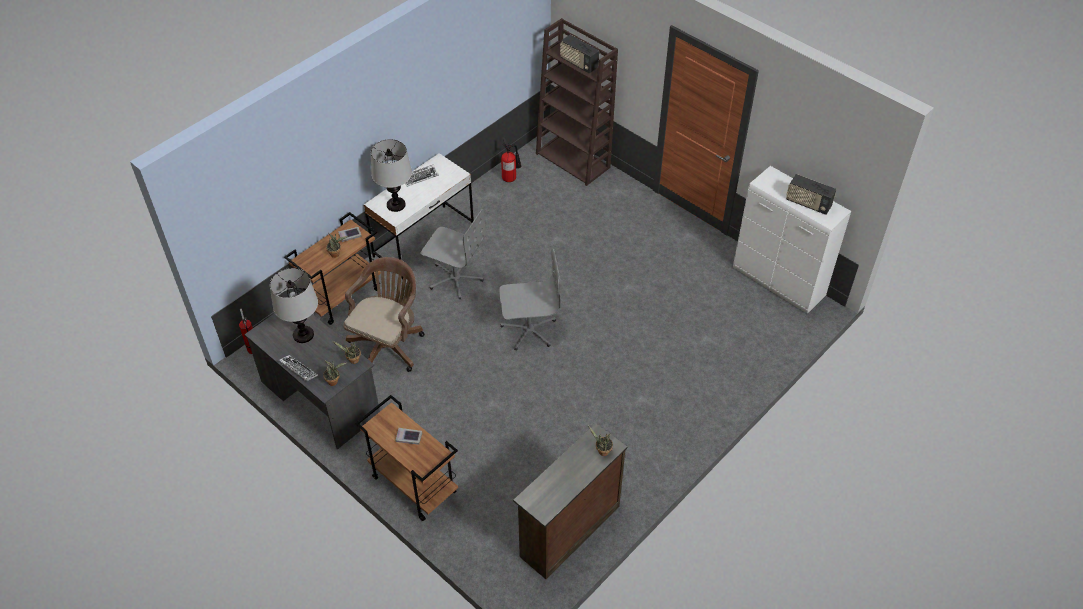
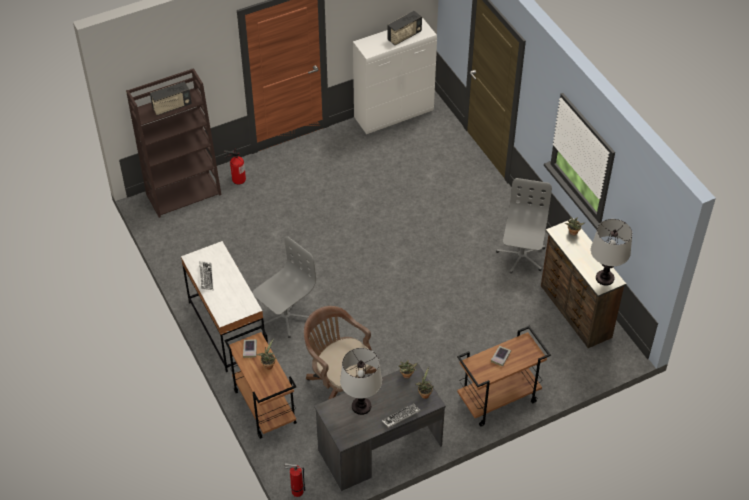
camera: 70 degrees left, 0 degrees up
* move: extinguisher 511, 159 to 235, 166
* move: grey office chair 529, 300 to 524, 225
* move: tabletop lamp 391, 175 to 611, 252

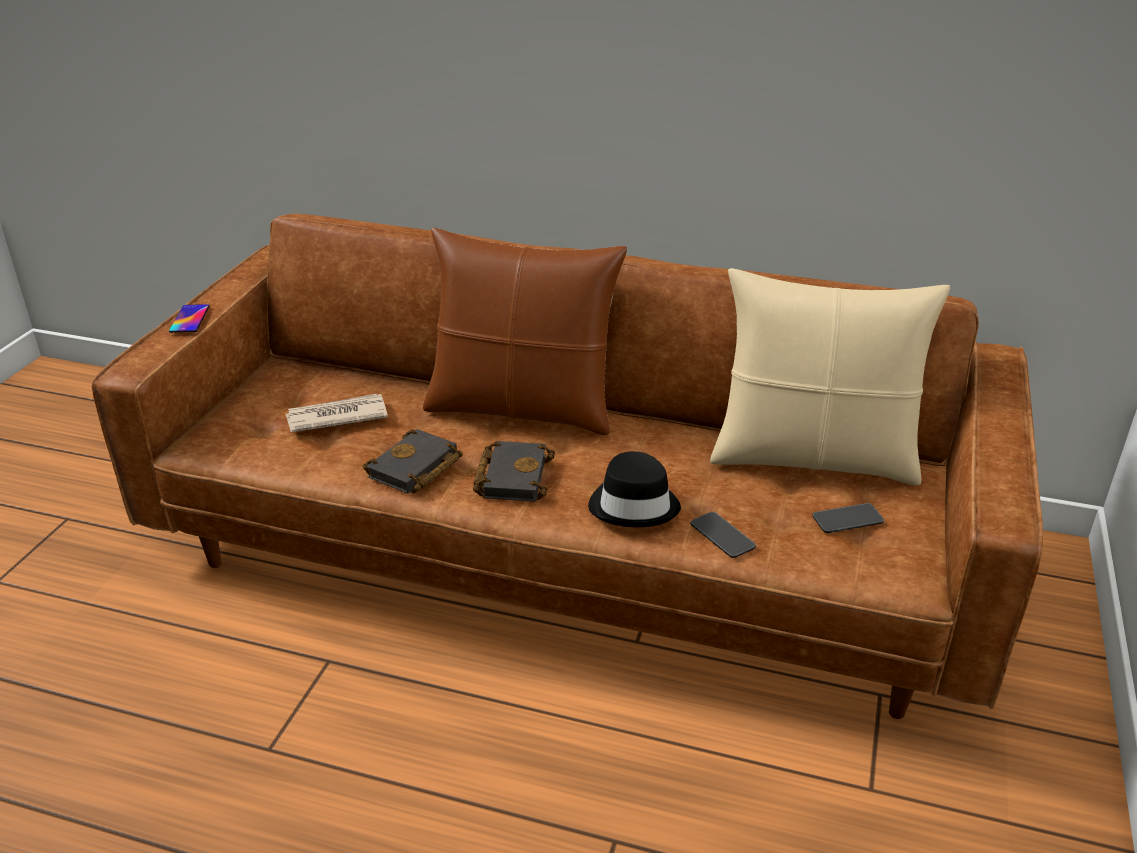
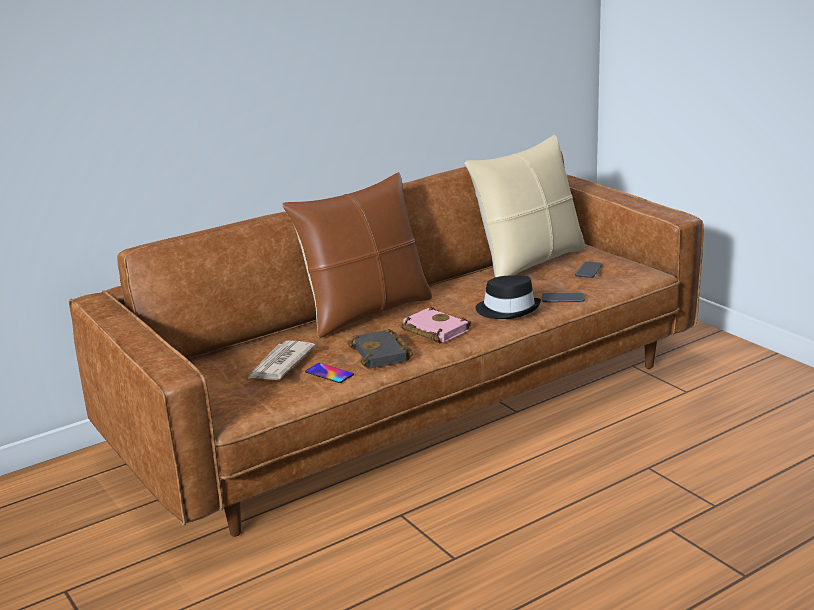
camera: 50 degrees left, 10 degrees down
* move: phone 189, 318 to 329, 373
* recolor: black-coloured volume 514, 471 to pink volume 435, 325

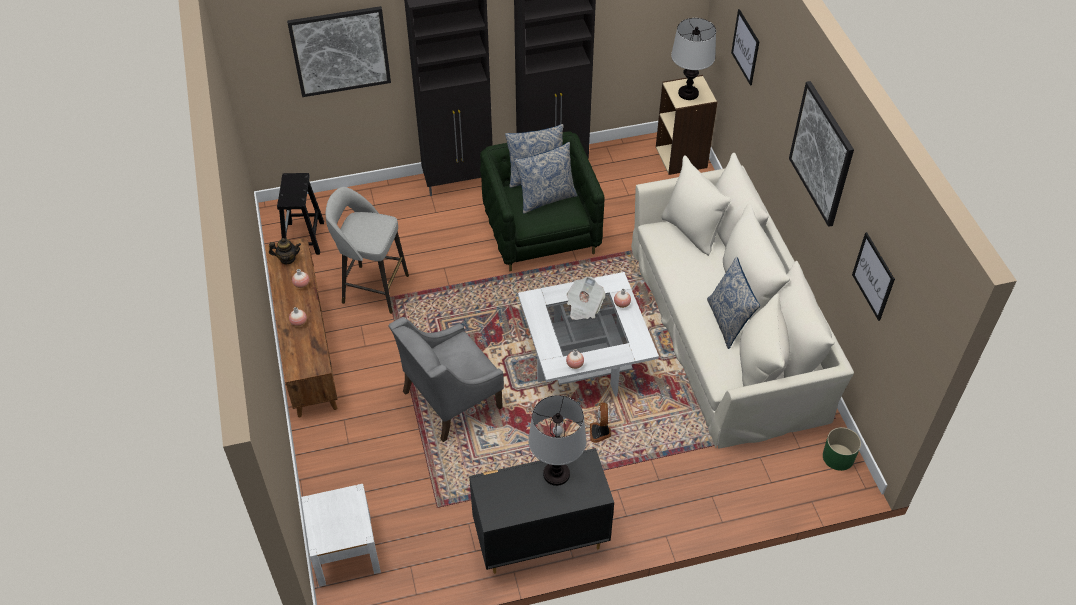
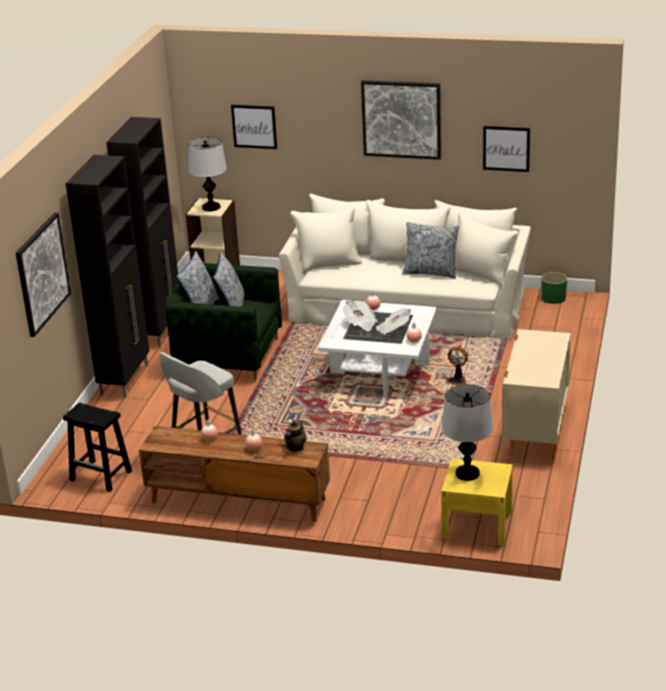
camera: 60 degrees left, 20 degrees down
* move: pot for tea 285, 251 to 295, 436
* insert: newspaper 394, 321
* recolor: white-coloured nightstand 341, 535 to yellow nightstand 477, 502
* move: tabletop lamp 557, 440 to 467, 432
* recolor: black-coloured dresser 541, 511 to sand-coloured dresser 536, 393
* delete: grey easy chair 446, 379

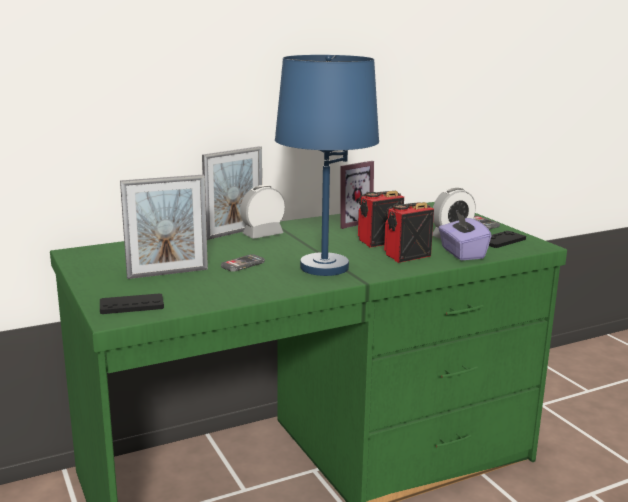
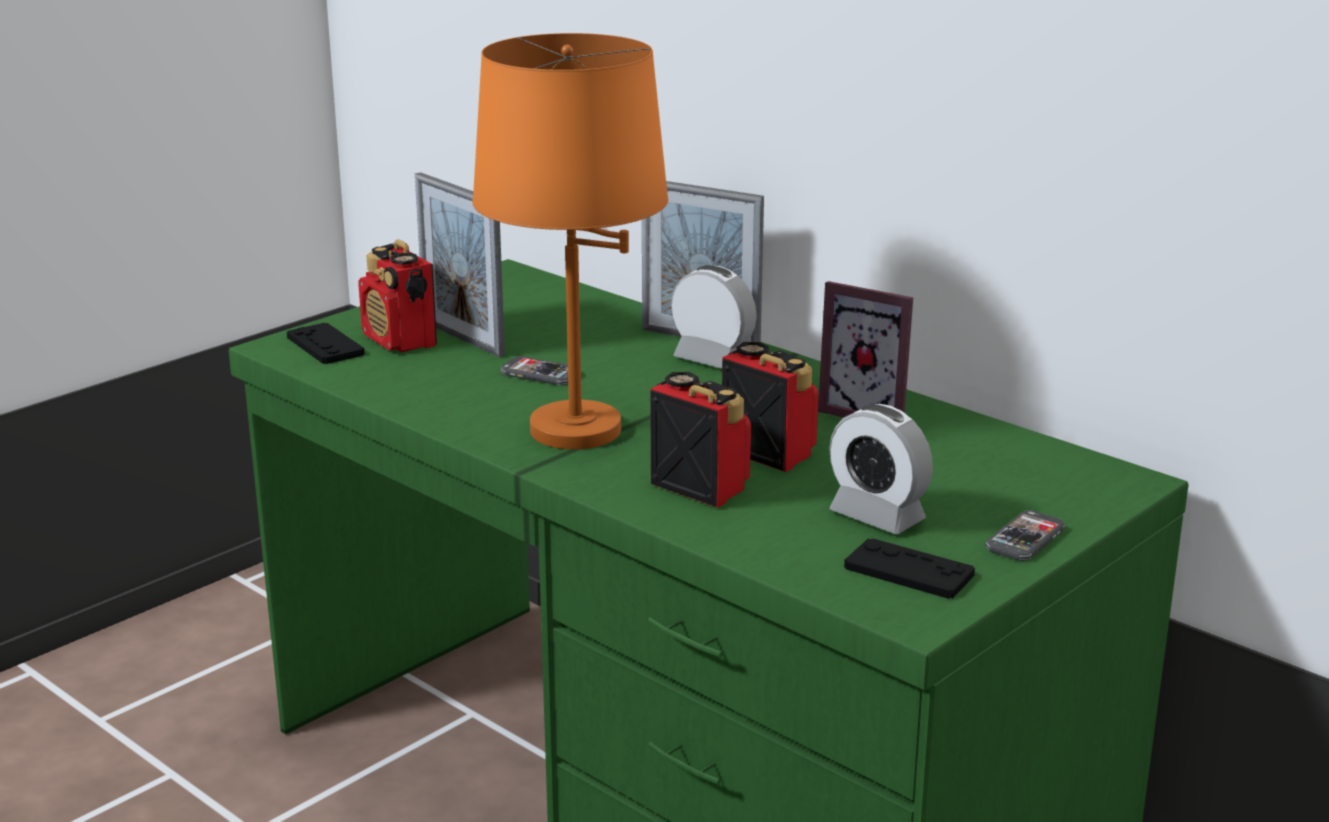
camera: 70 degrees right, 5 degrees up
* insert: radio set 397, 295
* recolor: blue-coloured tabletop lamp 327, 165 to orangey tabletop lamp 570, 241
* delete: purple-coloured tissue box 465, 235

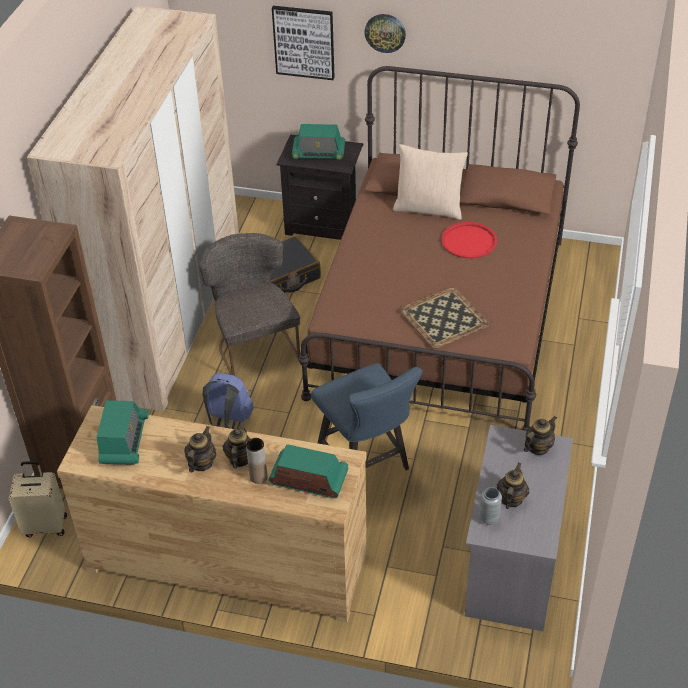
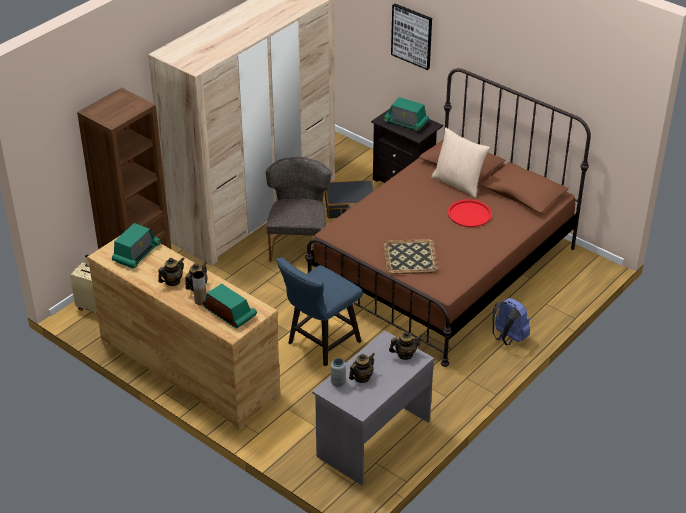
camera: 25 degrees right, 5 degrees down
* rotate: blue-coloured plain chair 367, 416 = 319, 311 45 degrees clockwise
* move: blue-coloured knapsack 228, 401 to 511, 321
* delete: hanging clock 385, 33

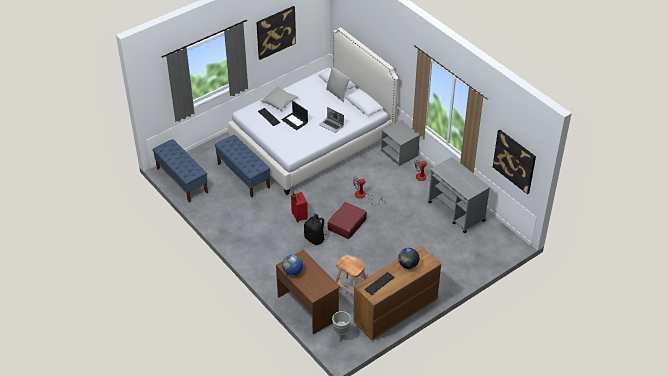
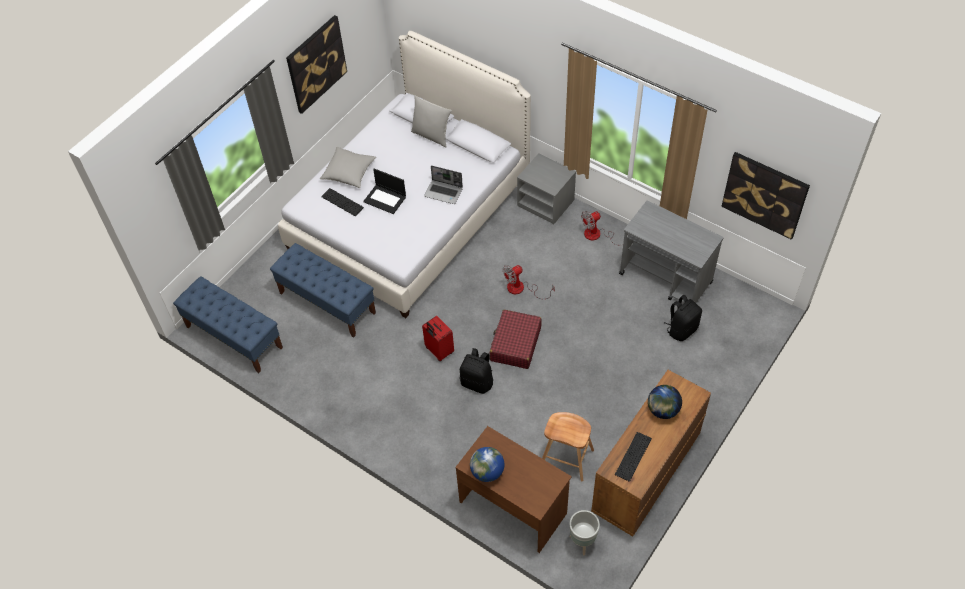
camera: 15 degrees left, 10 degrees up
* insert: black-coloured knapsack 683, 318

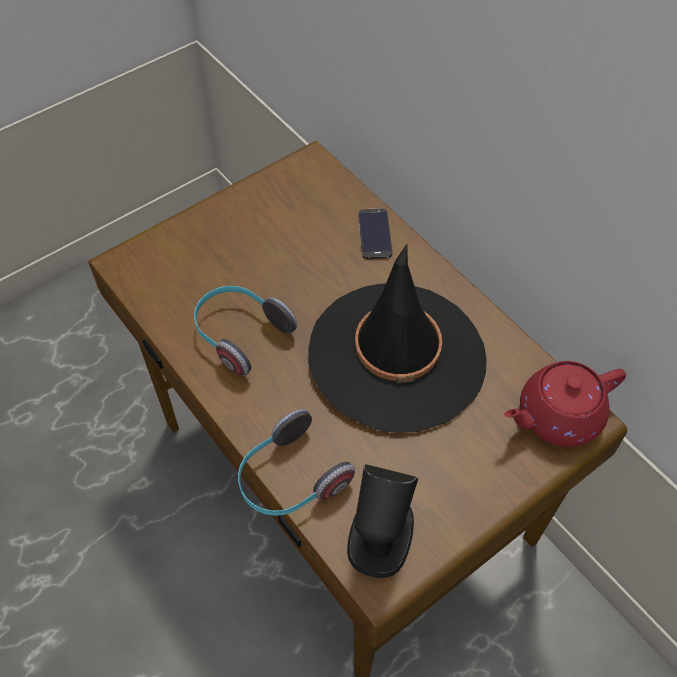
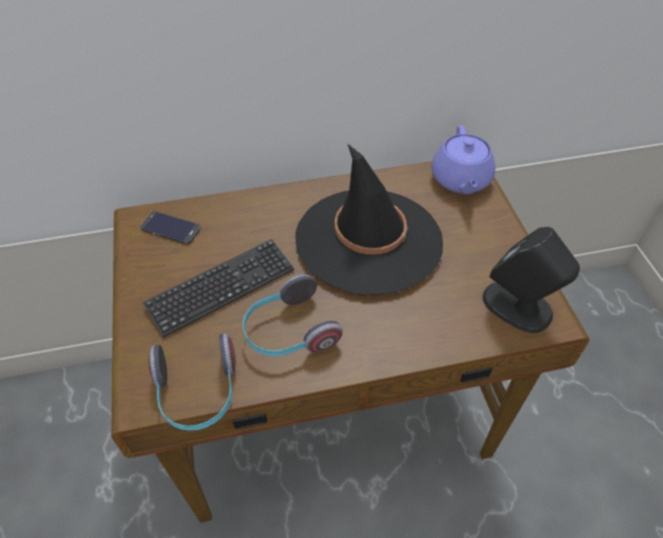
camera: 65 degrees left, 5 degrees down
* move: phone 375, 233 to 170, 227
* insert: PC keyboard 218, 288
* move: headphones 296, 462 to 192, 382
* recolor: reddish pot for tea 565, 404 to purple-coloured pot for tea 463, 159

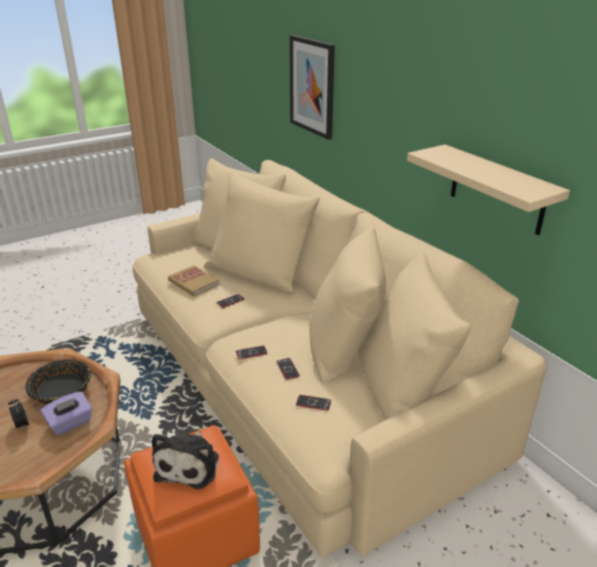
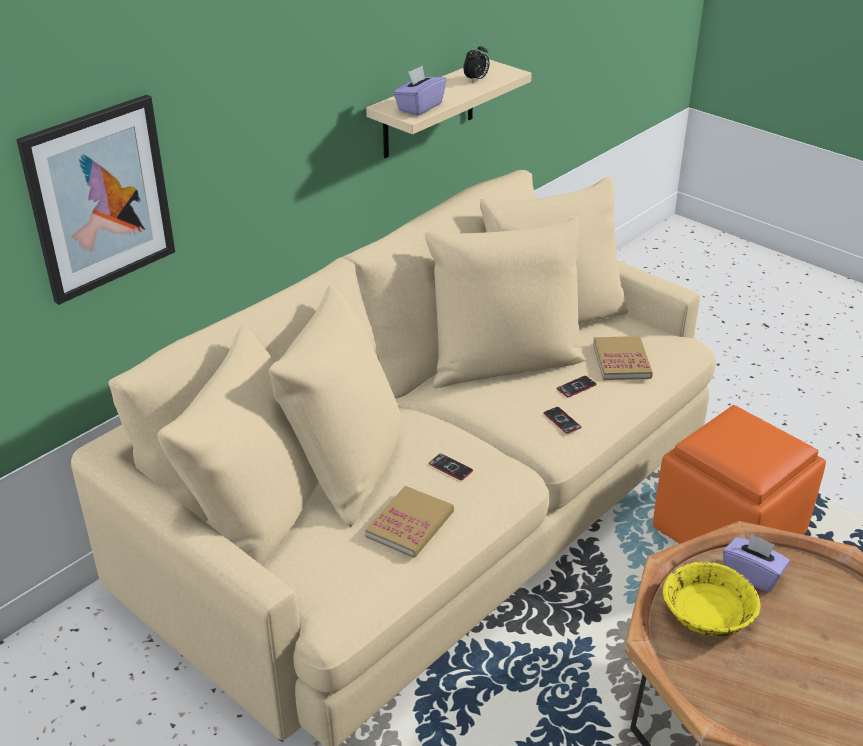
camera: 105 degrees left, 5 degrees up
* insert: purple-coloured tissue box 419, 91
* move: alarm clock 18, 414 to 476, 62
* replace: phone 313, 403 to volume 623, 358
* recolor: black-coloured serving bowl 58, 382 to yellow serving bowl 712, 598
* delete: soft toy 185, 460

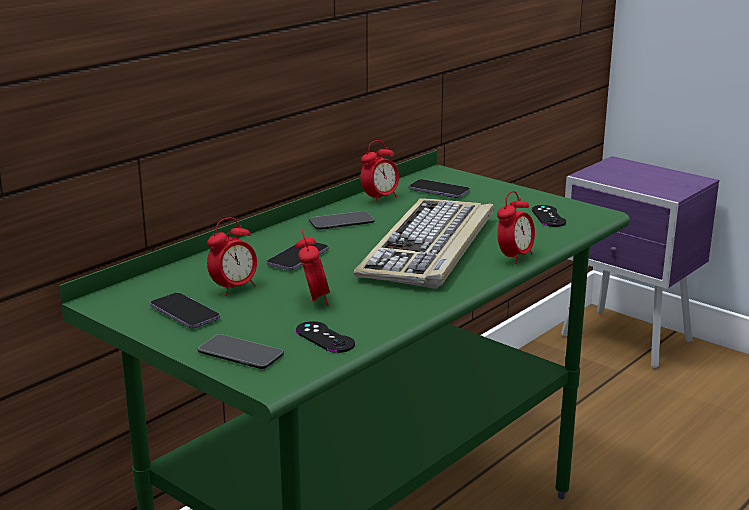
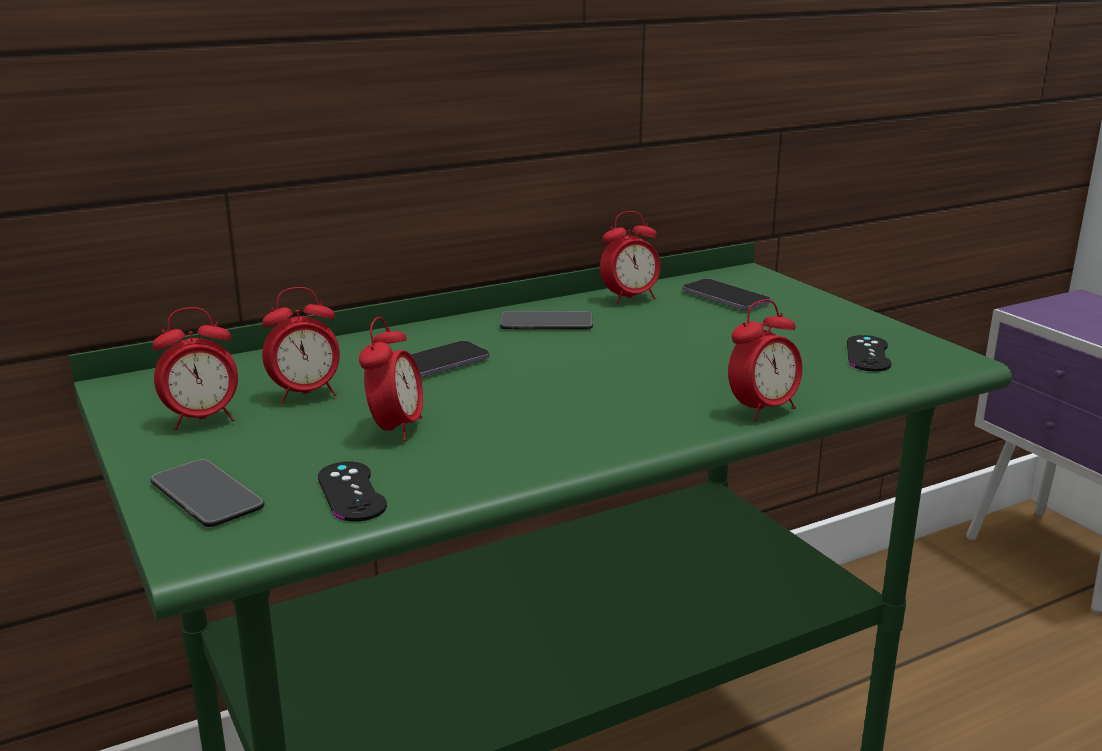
camera: 20 degrees right, 0 degrees up
* replace: phone 185, 310 to alarm clock 195, 368
* delete: PC keyboard 423, 243

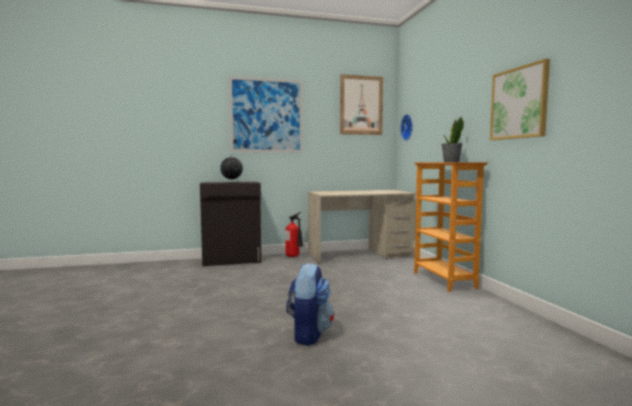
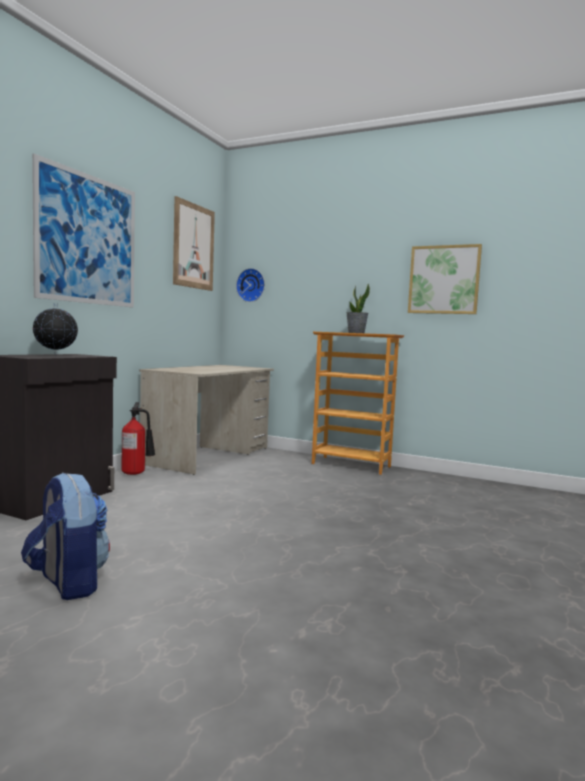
camera: 50 degrees left, 0 degrees up
* move: knapsack 310, 304 to 65, 536

